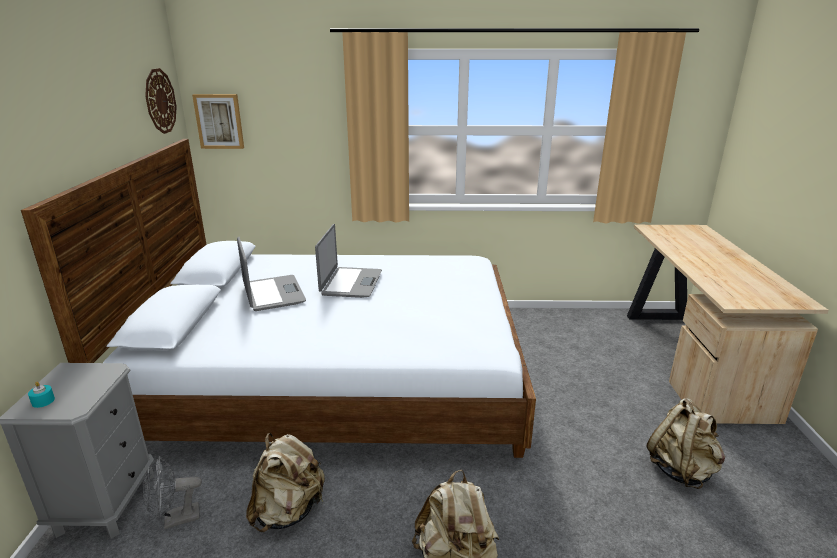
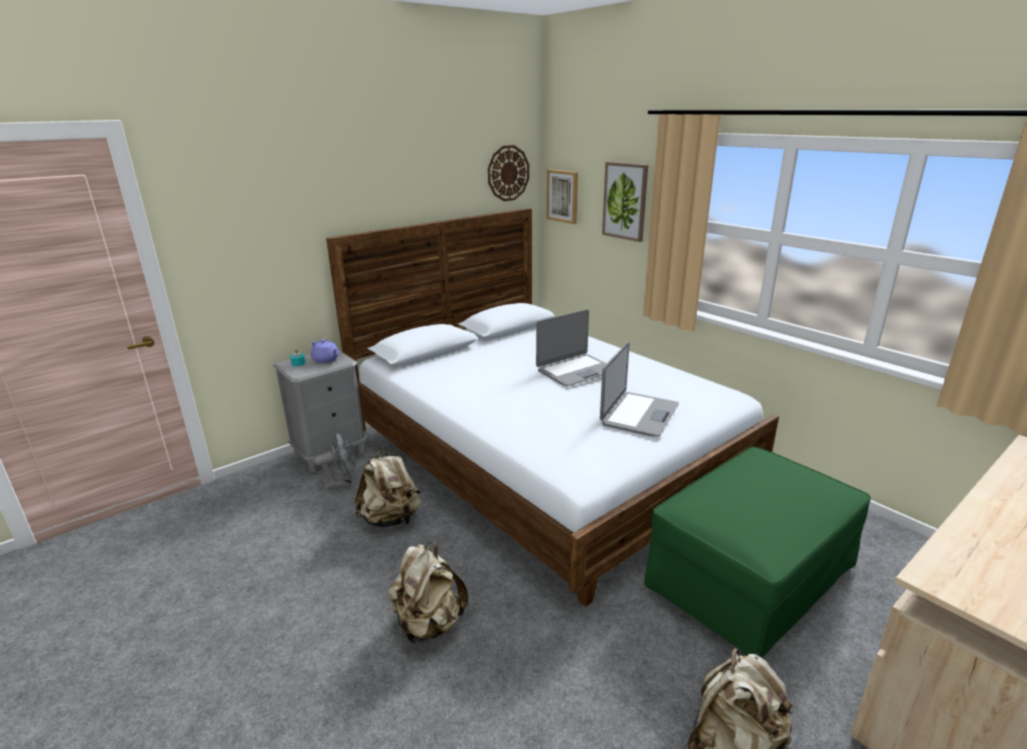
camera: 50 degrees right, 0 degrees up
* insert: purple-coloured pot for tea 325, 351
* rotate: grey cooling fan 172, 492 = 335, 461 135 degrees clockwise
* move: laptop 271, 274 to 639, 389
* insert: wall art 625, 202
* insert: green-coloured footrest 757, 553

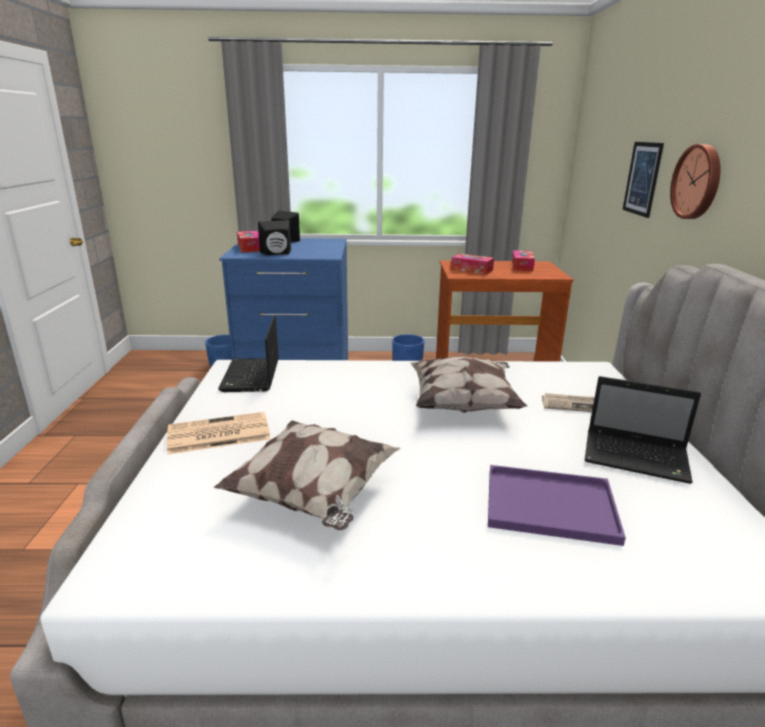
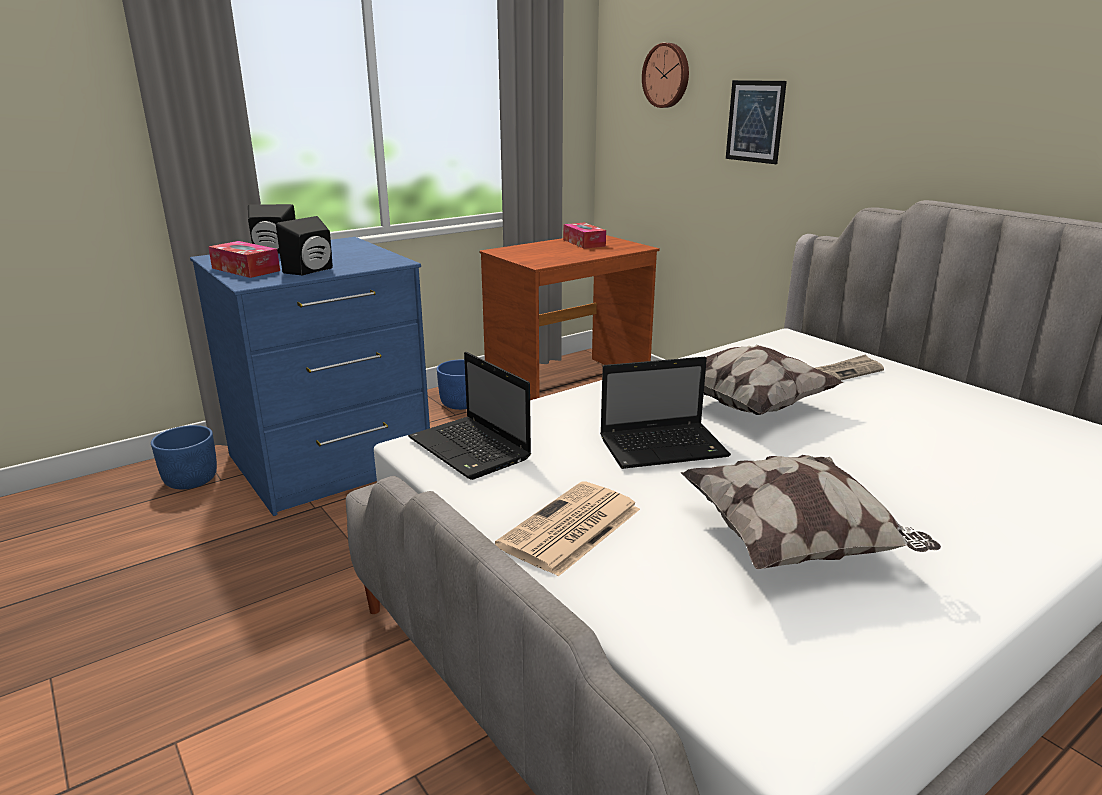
camera: 35 degrees left, 0 degrees up
* move: laptop 643, 430 to 665, 413
* move: hanging clock 695, 181 to 665, 75
* delete: tissue box 472, 264
* delete: purple-coloured tray 557, 505

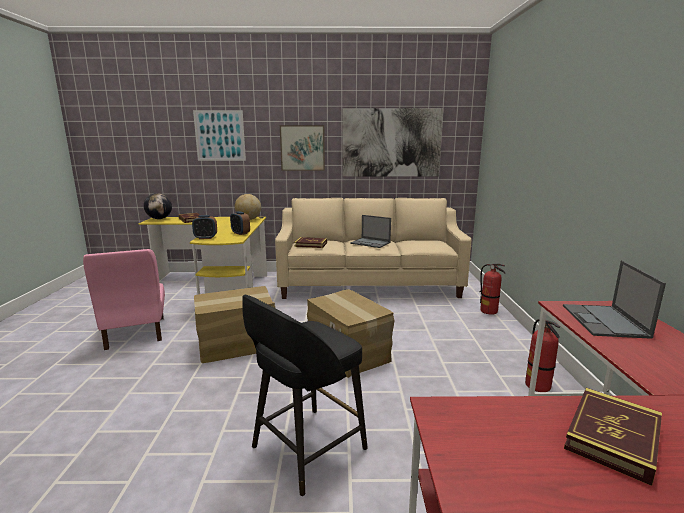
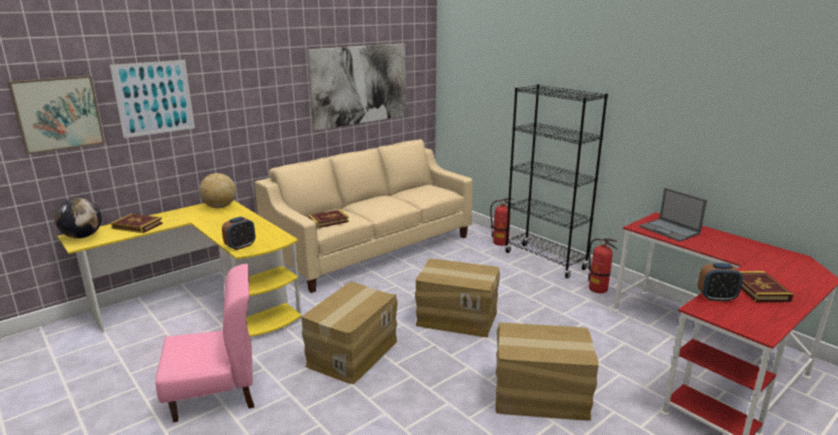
camera: 40 degrees left, 5 degrees up
* move: wall art 302, 148 to 56, 114
* rotate: pink plain chair 124, 299 = 204, 343 45 degrees counterclockwise
* replace: black-coloured stool seat 305, 395 to packing box 547, 371
* insert: black-coloured bookshelf 556, 181
* move: alarm clock 240, 223 to 720, 282
* delete: laptop 370, 231

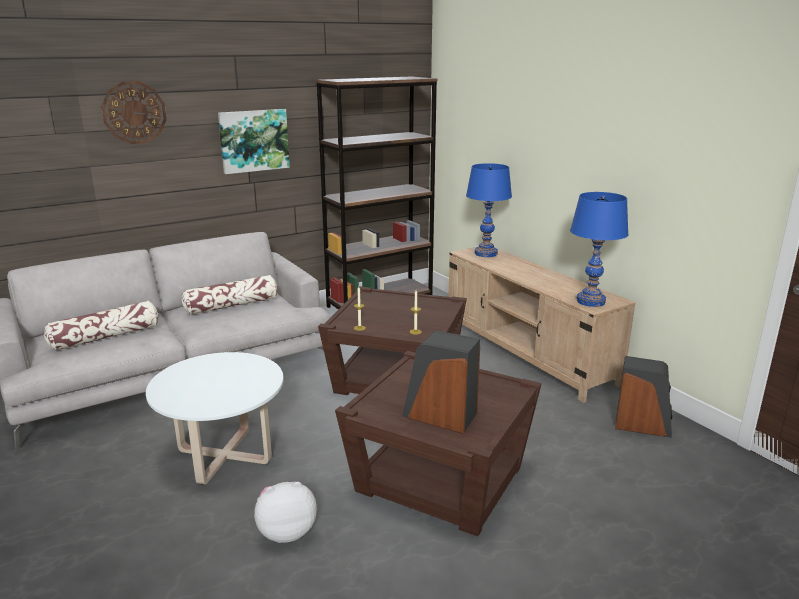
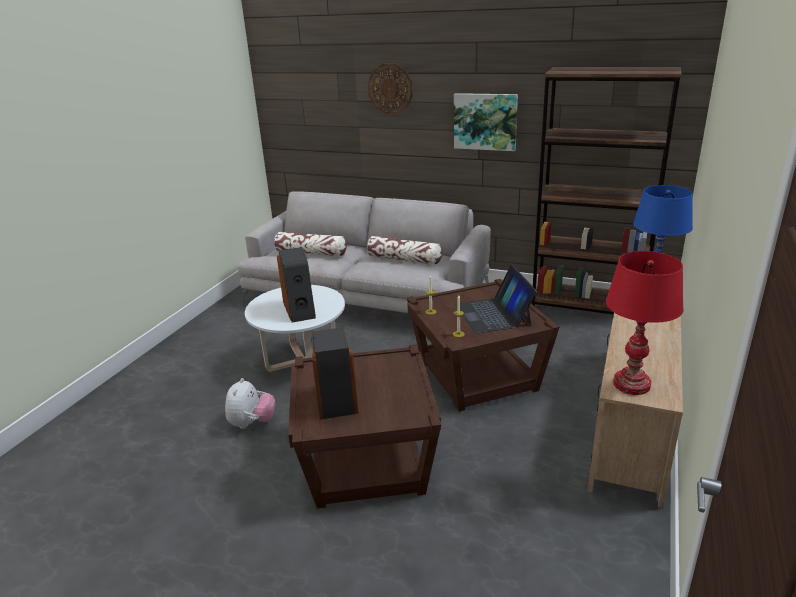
camera: 55 degrees right, 5 degrees up
* rotate: soft toy 285, 512 = 250, 403 60 degrees clockwise
* move: speaker 643, 397 to 296, 284
* insert: laptop 496, 299
* recolor: blue-coloured tabletop lamp 599, 249 to reddish tabletop lamp 644, 323

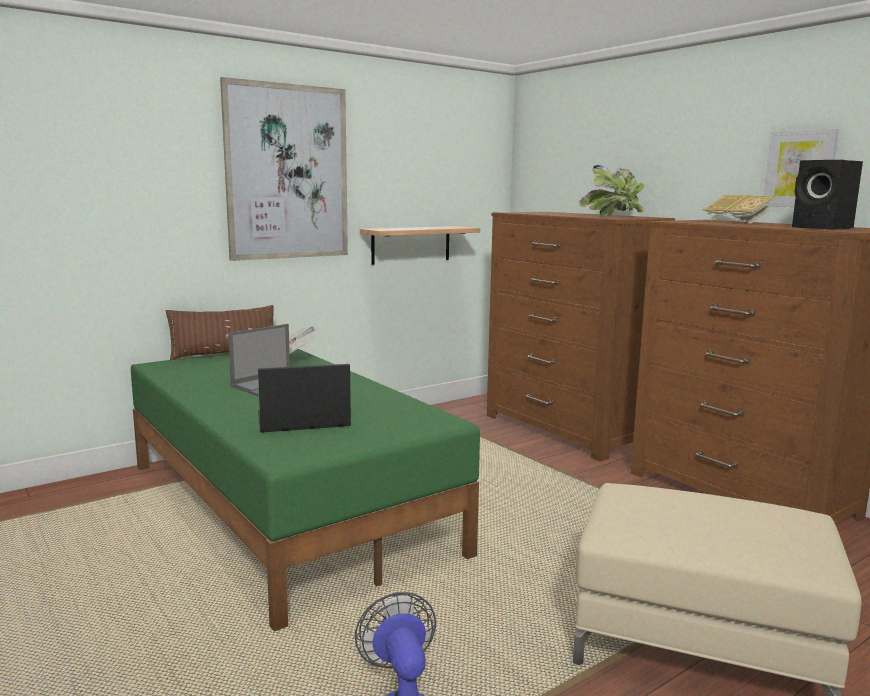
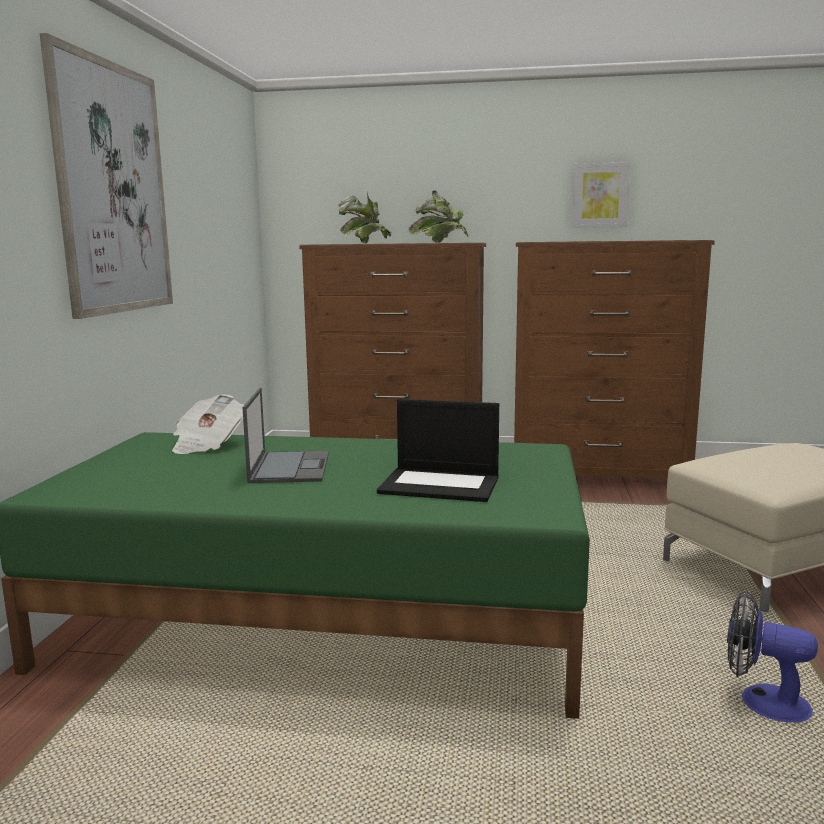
camera: 45 degrees left, 0 degrees up
* insert: potted plant 365, 218
* rotate: laptop 304, 398 = 438, 450 105 degrees counterclockwise
* delete: brown pillow 219, 332
* delete: shelf 420, 245
* delete: volume 739, 209
* delete: black-coloured speaker 827, 195

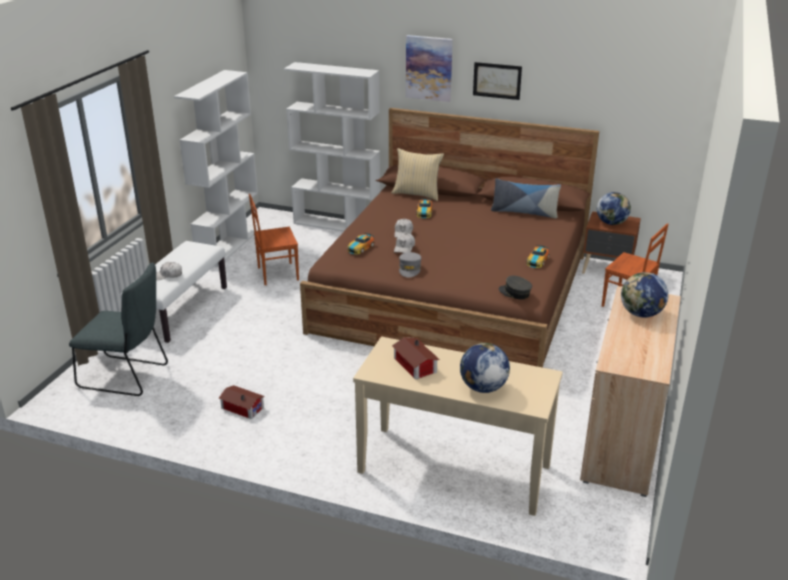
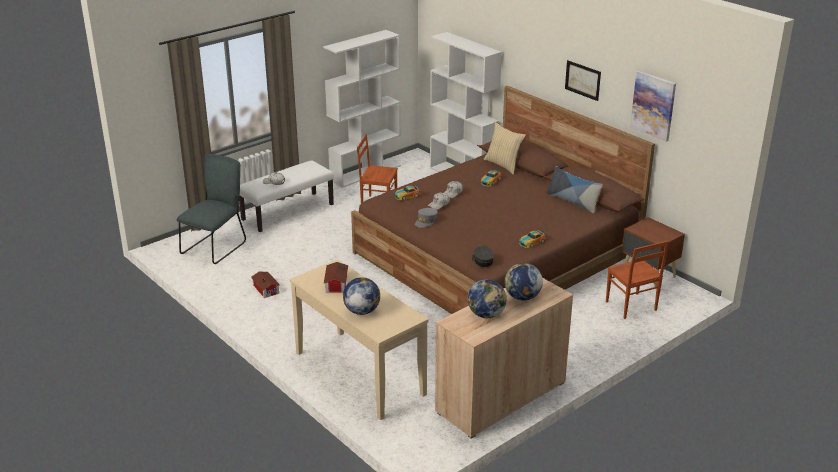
camera: 30 degrees right, 0 degrees up
* rotate: grey plain chair 118, 329 = 211, 208 105 degrees counterclockwise
* move: desk globe 614, 208 to 487, 298
* move: wall art 429, 68 to 653, 106

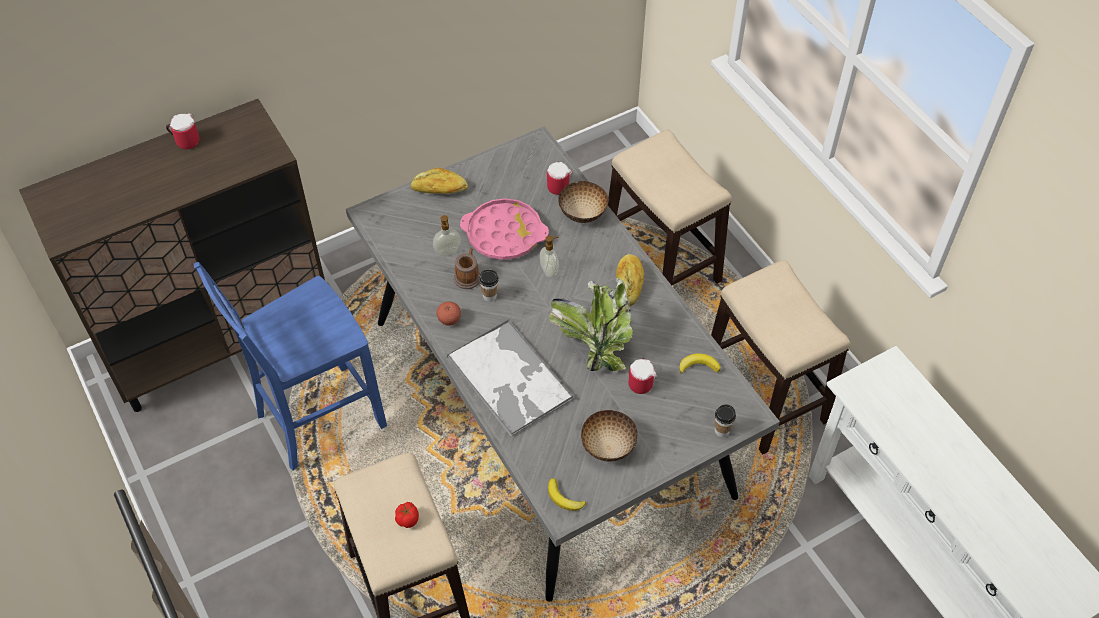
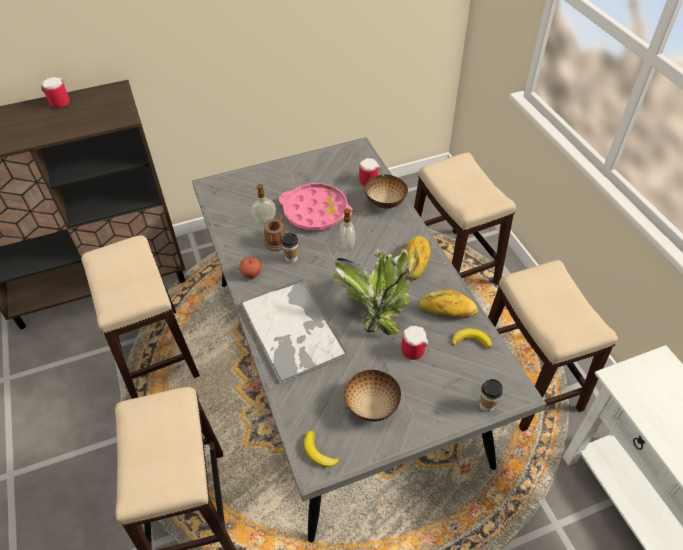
camera: 10 degrees right, 5 degrees down
* replace: blue-coloured plain chair 290, 366 to stool seat 140, 317
* move: baked bread 439, 181 to 447, 303
* delete: fresh tomato 407, 515

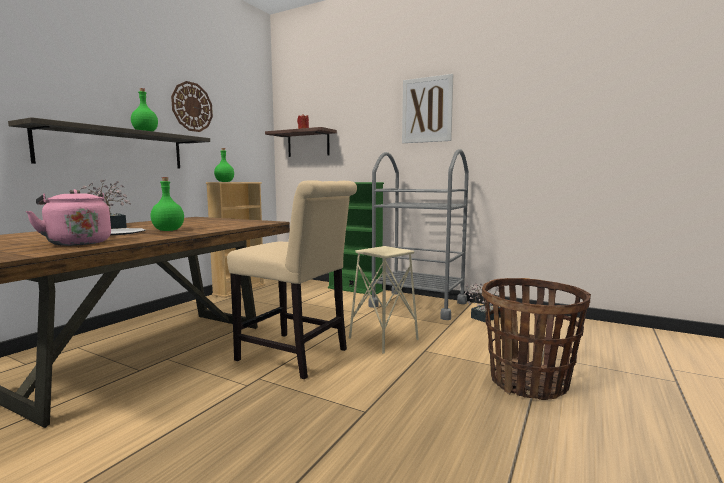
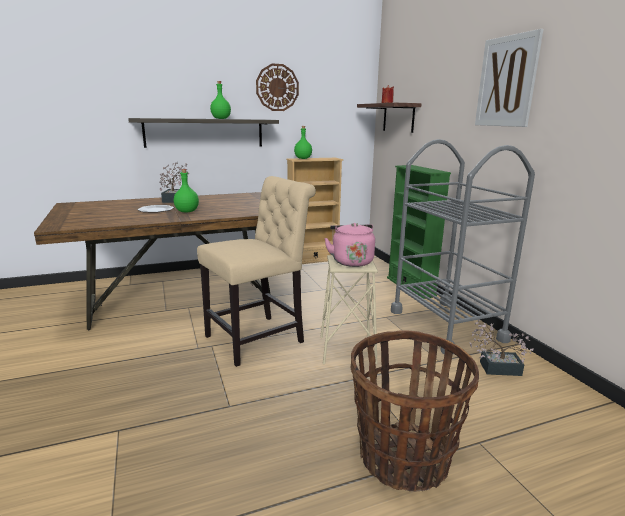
camera: 40 degrees right, 10 degrees up
* rotate: sand-coloured plain chair 292, 279 = 256, 271 105 degrees counterclockwise
* move: pink water kettle 68, 217 to 349, 245

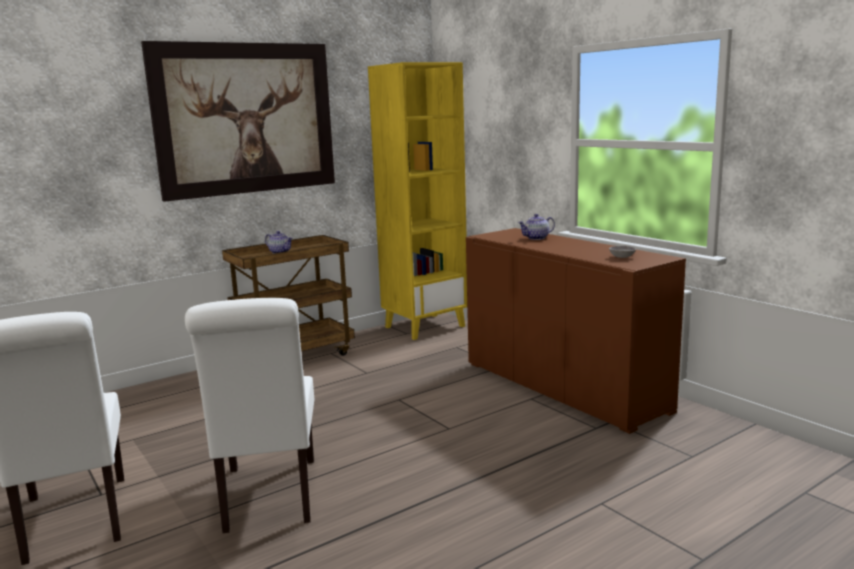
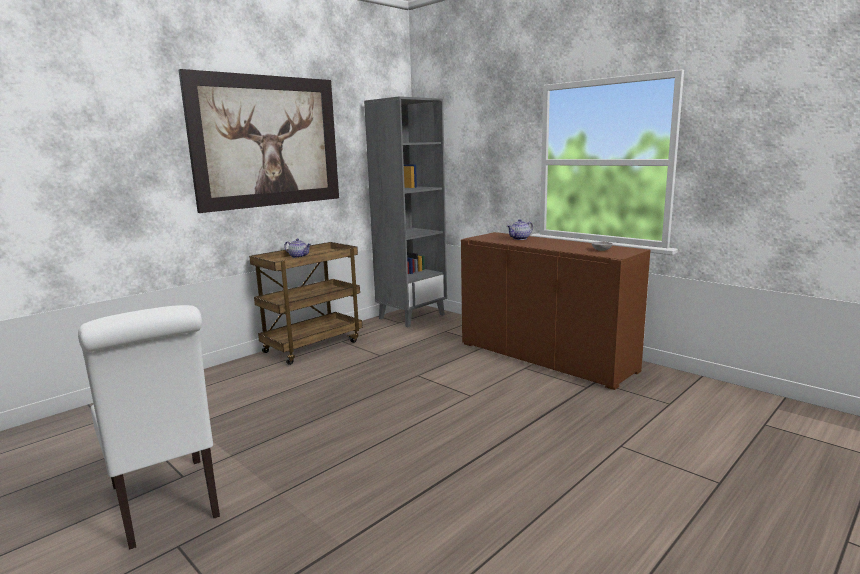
camera: 10 degrees left, 0 degrees up
* recolor: yellow bookshelf 417, 201 to grey bookshelf 405, 211
* delete: white-coloured plain chair 250, 415

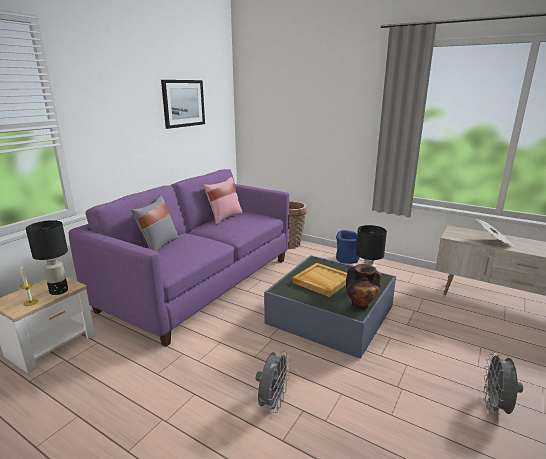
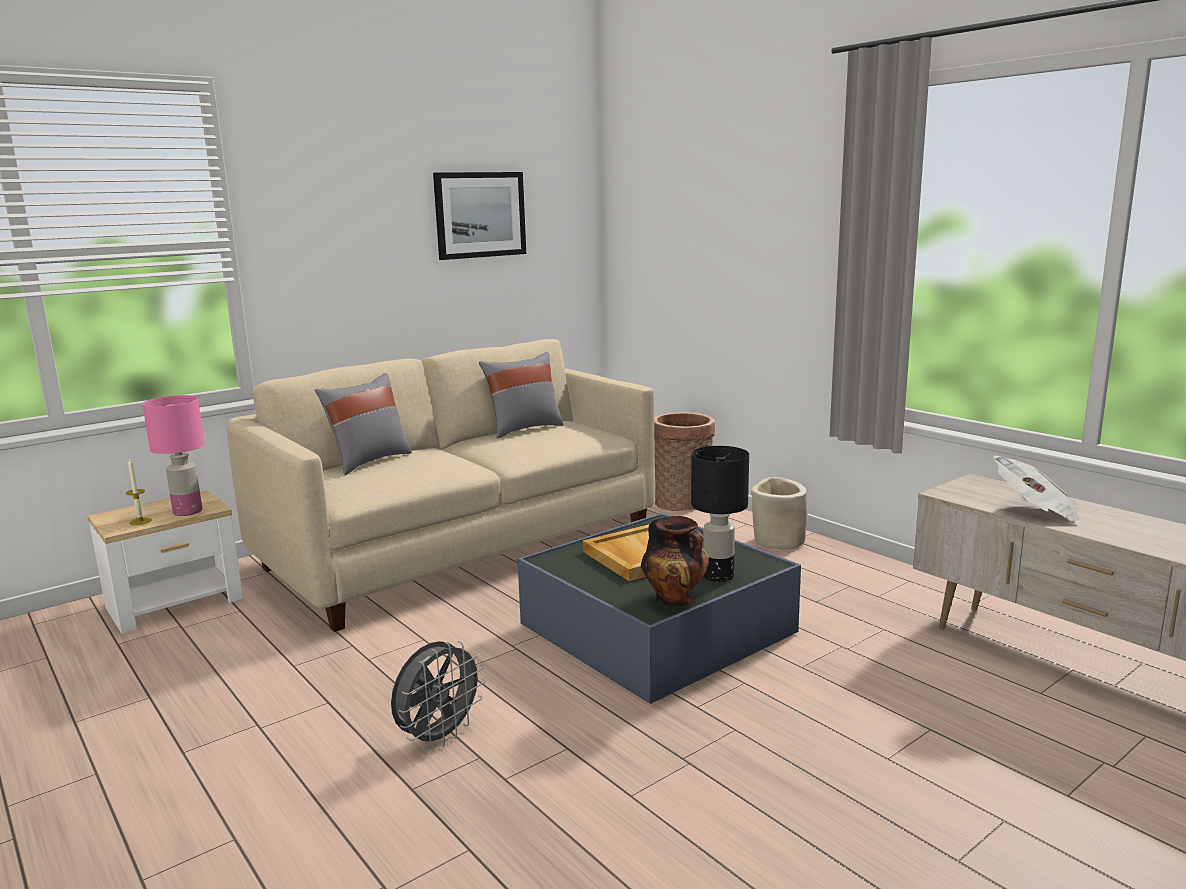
camera: 20 degrees right, 5 degrees down
* recolor: black-coloured tabletop lamp 47, 257 to pink tabletop lamp 173, 455
* recolor: purple-coloured couch 179, 258 to sand-coloured couch 441, 485
* recolor: pink pillow 223, 201 to grey pillow 521, 395
* recolor: blue-coloured plant pot 348, 247 to sand-coloured plant pot 779, 513
* delete: grey cooling fan 503, 383

